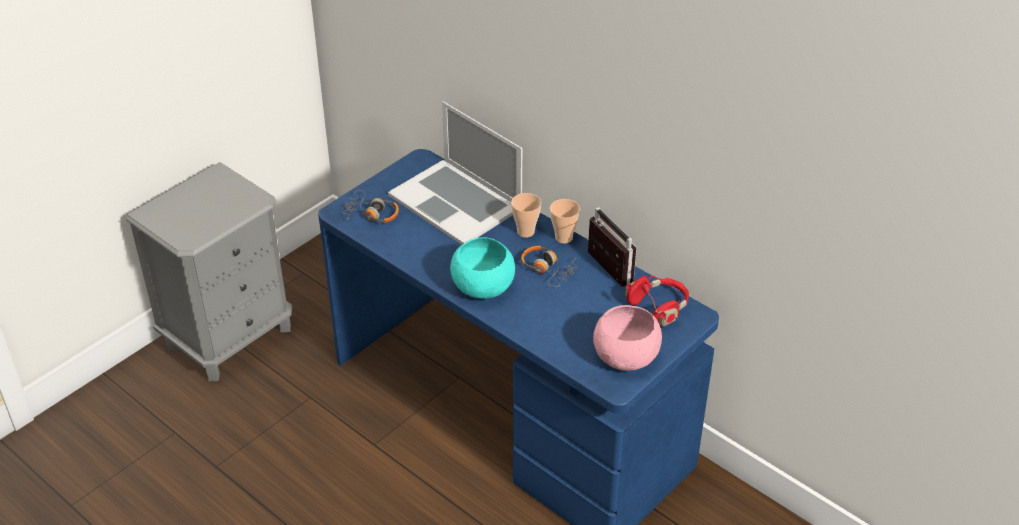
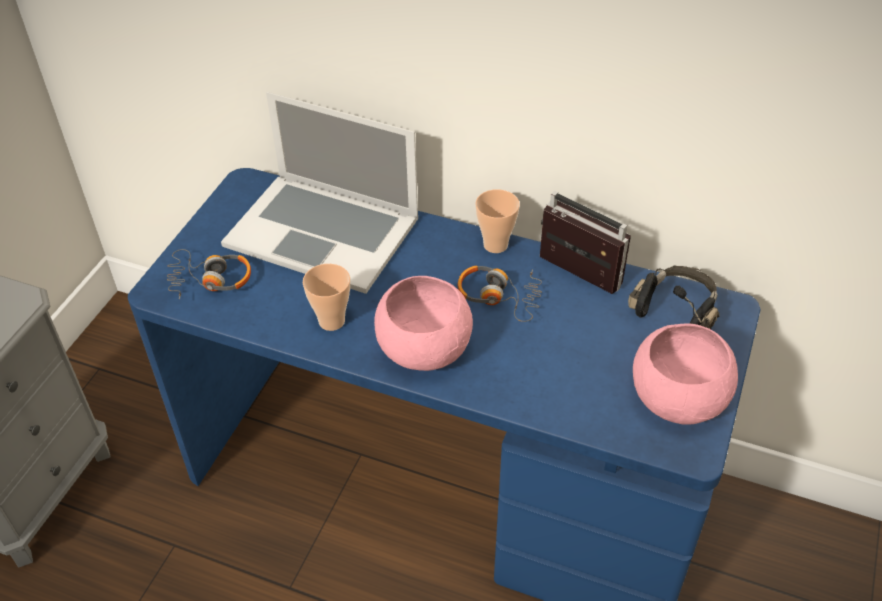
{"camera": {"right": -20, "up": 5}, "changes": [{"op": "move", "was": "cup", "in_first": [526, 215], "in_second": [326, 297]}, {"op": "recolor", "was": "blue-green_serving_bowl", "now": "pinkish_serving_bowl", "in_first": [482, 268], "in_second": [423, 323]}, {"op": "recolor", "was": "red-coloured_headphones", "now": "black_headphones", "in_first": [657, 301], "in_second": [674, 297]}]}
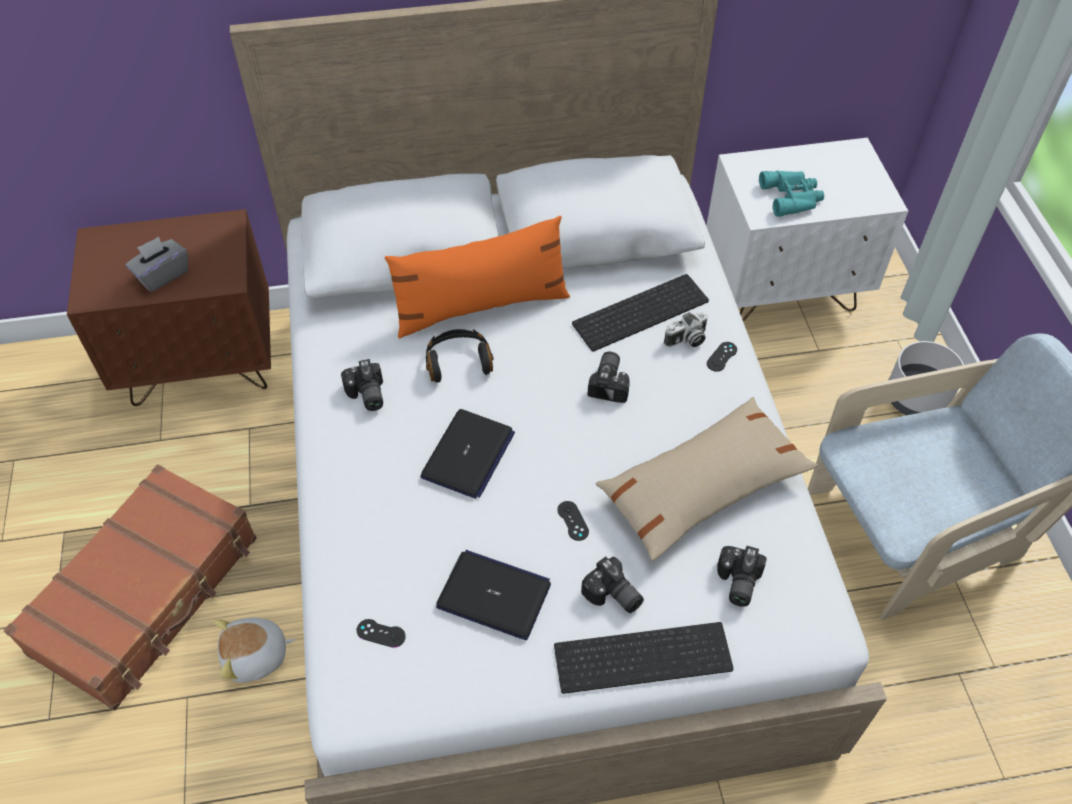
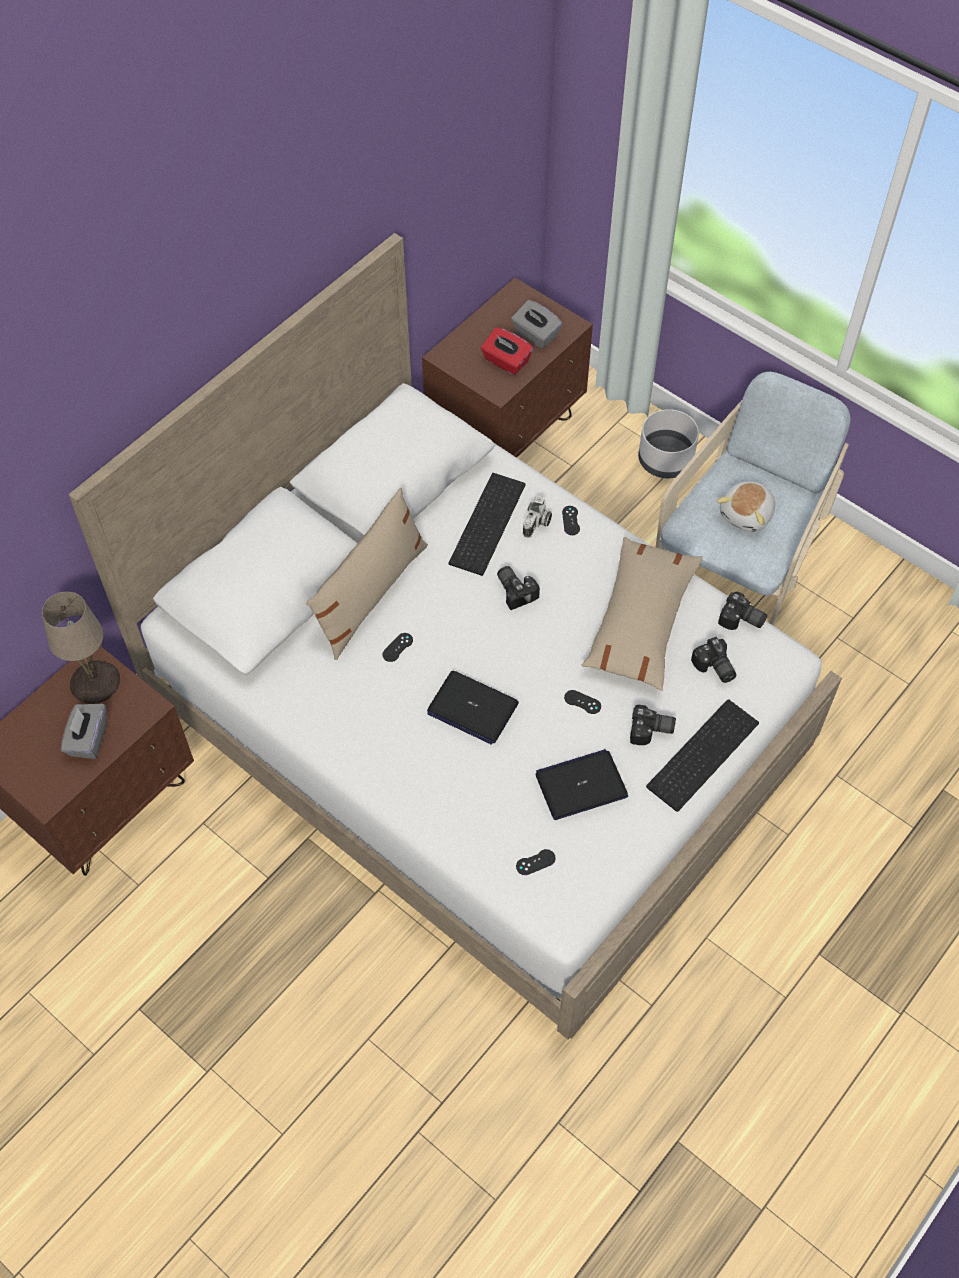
{"camera": {"right": -40, "up": 5}, "changes": [{"op": "insert", "now": "sand-coloured_tabletop_lamp", "in_second": [81, 648]}, {"op": "recolor", "was": "orange_pillow", "now": "sand-coloured_pillow", "in_first": [477, 277], "in_second": [367, 574]}, {"op": "replace", "was": "black_headphones", "now": "black_gamepad", "in_first": [460, 356], "in_second": [397, 647]}, {"op": "recolor", "was": "white-coloured_night_table", "now": "brown_night_table", "in_first": [807, 230], "in_second": [507, 368]}, {"op": "rotate", "was": "laptop", "in_first": [467, 454], "in_second": [473, 708], "clockwise": 135}, {"op": "replace", "was": "blue-green_field_glasses", "now": "red-coloured_tissue_holder", "in_first": [791, 194], "in_second": [507, 351]}, {"op": "insert", "now": "greyish_tissue_holder", "in_second": [536, 324]}, {"op": "move", "was": "soft_toy", "in_first": [254, 650], "in_second": [746, 506]}, {"op": "move", "was": "photo_camera", "in_first": [362, 385], "in_second": [742, 611]}, {"op": "delete", "was": "brown_suitcase", "in_first": [130, 587]}]}
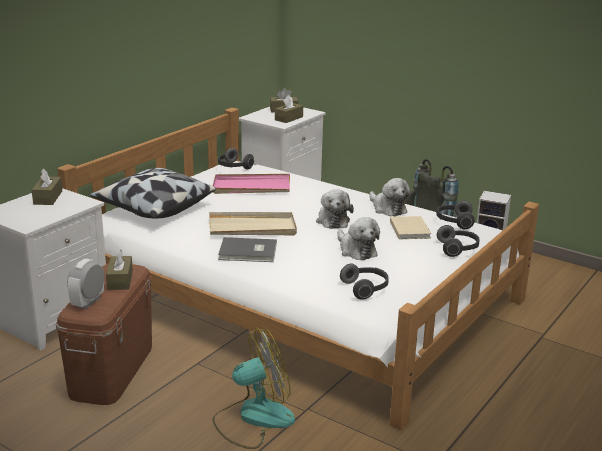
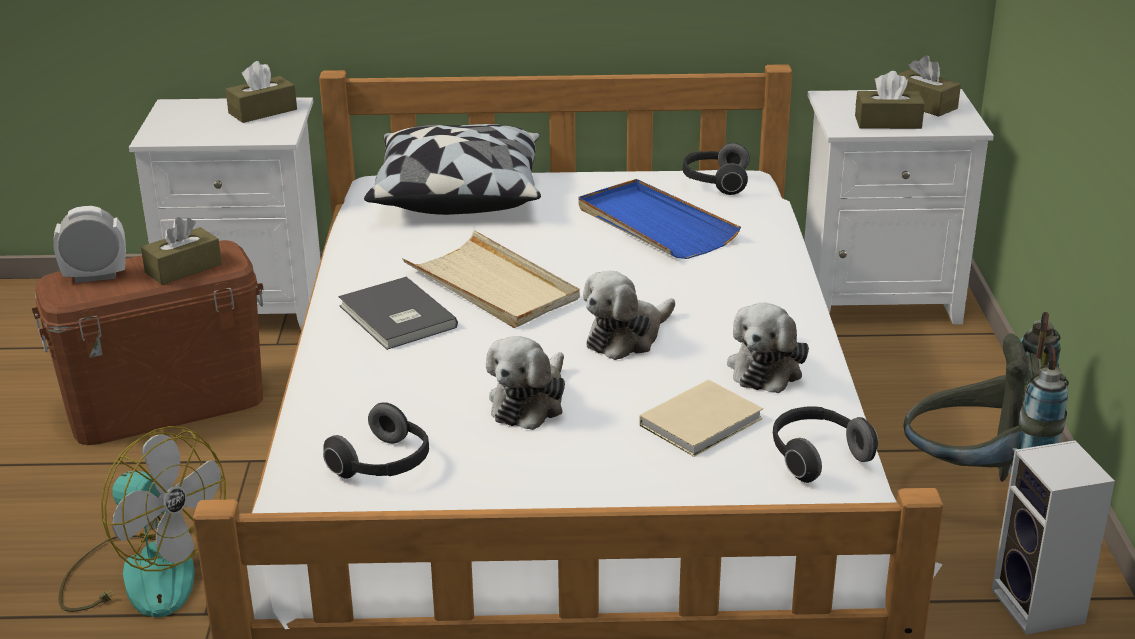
{"camera": {"right": 55, "up": 5}, "changes": [{"op": "recolor", "was": "pinkish_carrying_tray", "now": "blue-coloured_carrying_tray", "in_first": [251, 184], "in_second": [659, 219]}, {"op": "delete", "was": "headphones", "in_first": [458, 241]}]}
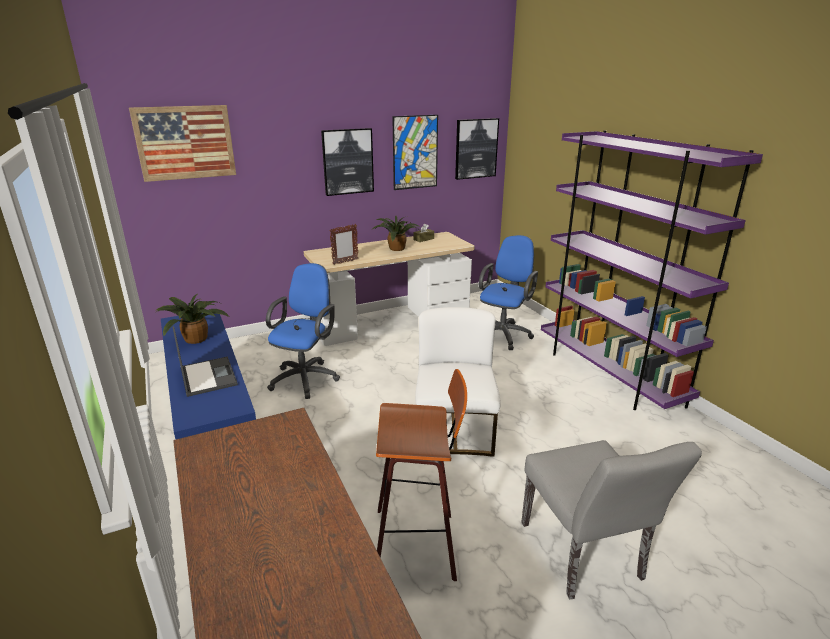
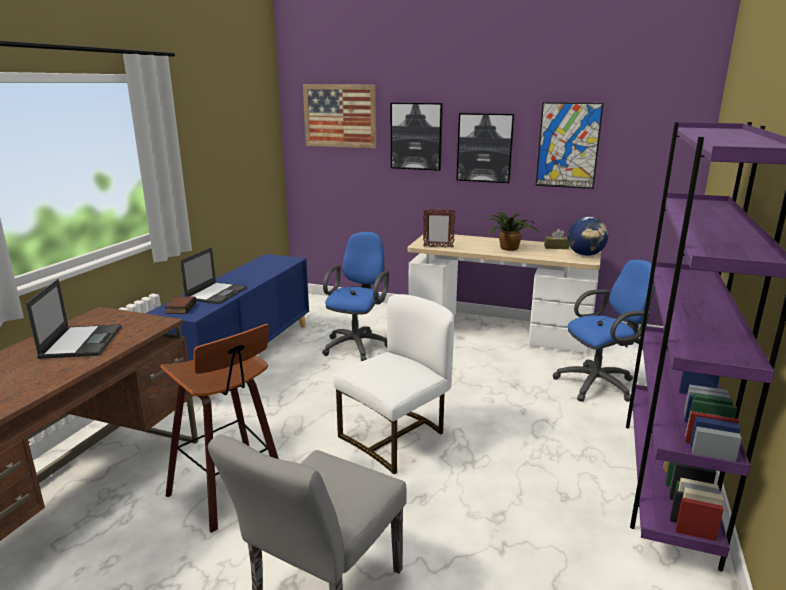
{"camera": {"right": 45, "up": -5}, "changes": [{"op": "insert", "now": "laptop", "in_second": [73, 319]}, {"op": "insert", "now": "volume", "in_second": [180, 305]}, {"op": "rotate", "was": "blue-coloured_office_chair", "in_first": [303, 331], "in_second": [355, 296], "clockwise": -45}, {"op": "move", "was": "wall_art", "in_first": [477, 149], "in_second": [417, 137]}, {"op": "insert", "now": "globe", "in_second": [587, 236]}, {"op": "delete", "was": "potted_plant", "in_first": [192, 319]}]}
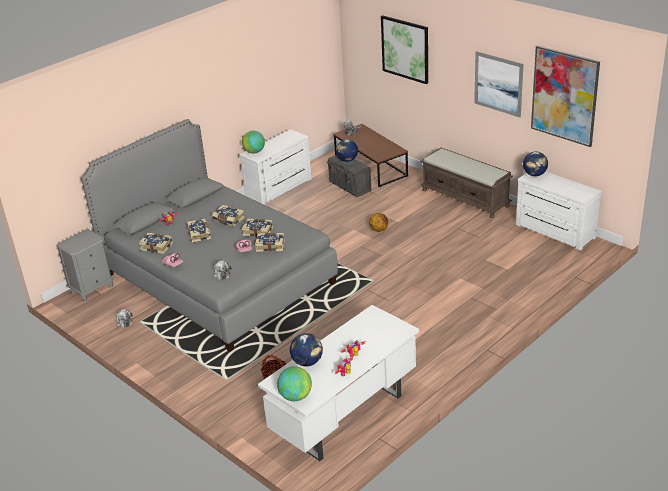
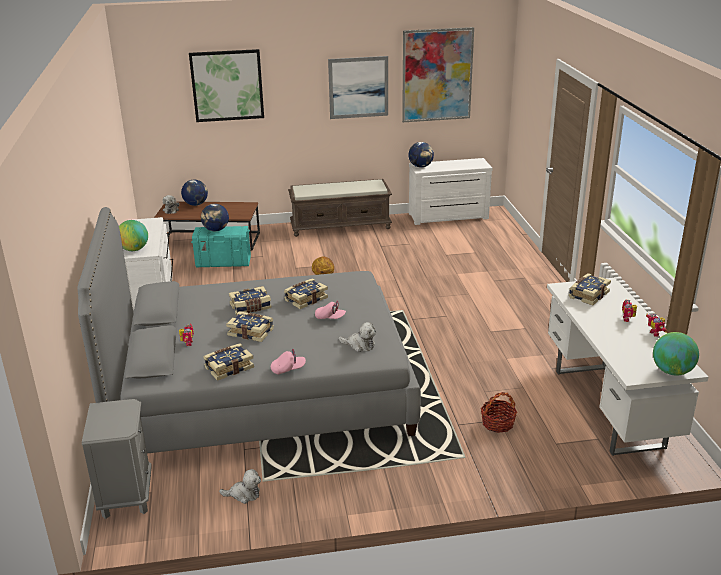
{"camera": {"right": -55, "up": -5}, "changes": [{"op": "move", "was": "globe", "in_first": [306, 350], "in_second": [194, 193]}, {"op": "recolor", "was": "greyish_storage_box", "now": "blue-green_storage_box", "in_first": [349, 176], "in_second": [221, 246]}, {"op": "move", "was": "volume", "in_first": [270, 242], "in_second": [590, 289]}]}
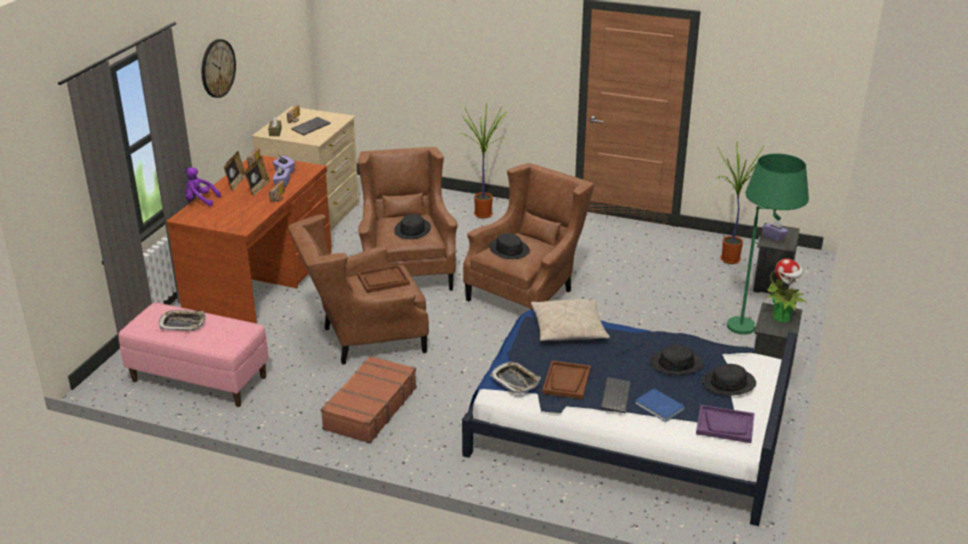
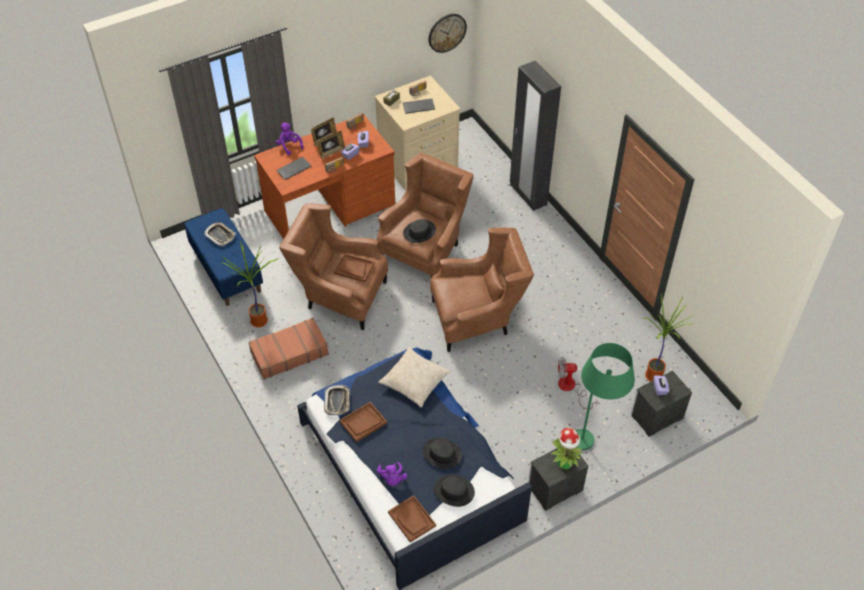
{"camera": {"right": 40, "up": 20}, "changes": [{"op": "recolor", "was": "pinkish_bench", "now": "blue-coloured_bench", "in_first": [193, 354], "in_second": [224, 257]}, {"op": "move", "was": "potted_plant", "in_first": [484, 161], "in_second": [250, 284]}, {"op": "move", "was": "PC_keyboard", "in_first": [616, 395], "in_second": [293, 168]}, {"op": "replace", "was": "blue-coloured_volume", "now": "purplish_soft_toy", "in_first": [660, 405], "in_second": [392, 474]}, {"op": "recolor", "was": "purplish_carrying_tray", "now": "brown_carrying_tray", "in_first": [725, 424], "in_second": [412, 518]}, {"op": "move", "was": "wall_clock", "in_first": [219, 68], "in_second": [448, 33]}, {"op": "insert", "now": "black_wardrobe", "in_second": [535, 136]}, {"op": "insert", "now": "electric_fan", "in_second": [577, 383]}, {"op": "delete", "was": "black_wearable_hat", "in_first": [509, 246]}]}
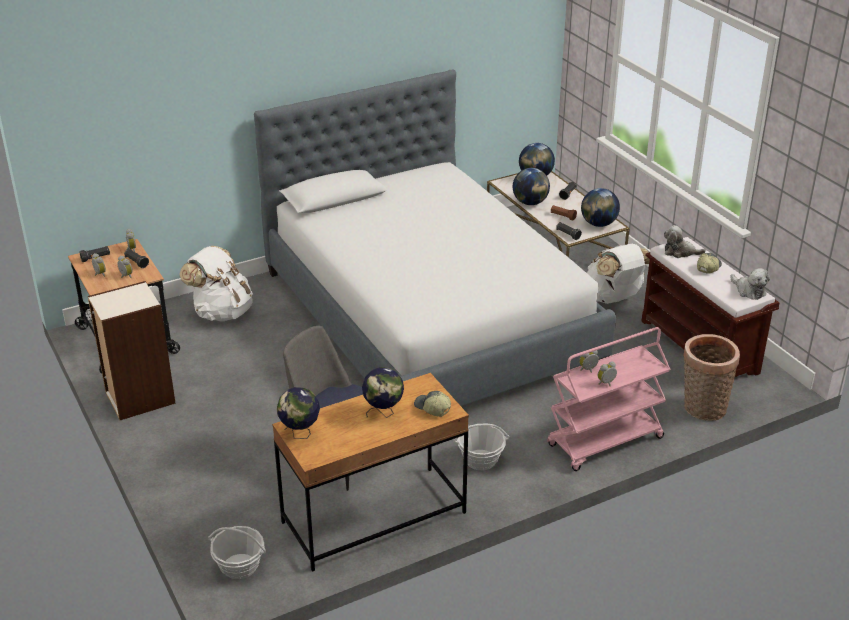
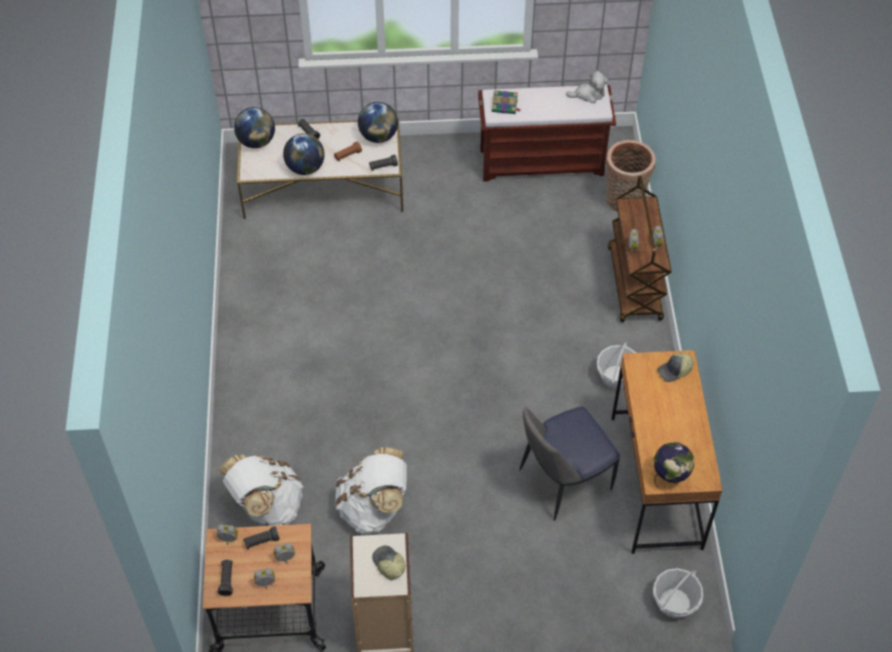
{"camera": {"right": -65, "up": 20}, "changes": [{"op": "move", "was": "white-coloured_backpack", "in_first": [618, 274], "in_second": [371, 490]}, {"op": "move", "was": "baseball_cap", "in_first": [709, 263], "in_second": [388, 563]}, {"op": "replace", "was": "soft_toy", "now": "volume", "in_first": [685, 241], "in_second": [506, 102]}, {"op": "recolor", "was": "pinkish_trolley", "now": "brown_trolley", "in_first": [609, 399], "in_second": [640, 249]}, {"op": "delete", "was": "bed", "in_first": [435, 238]}, {"op": "delete", "was": "globe", "in_first": [383, 392]}]}
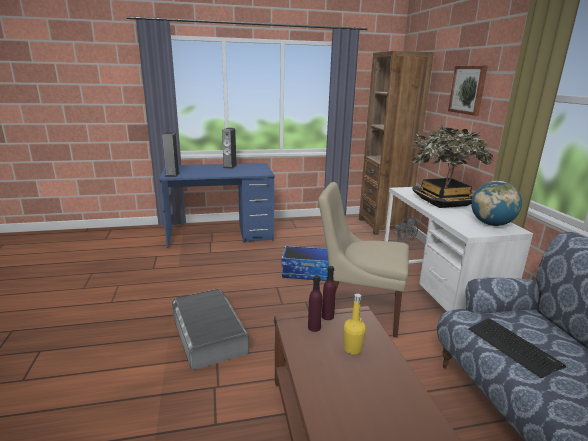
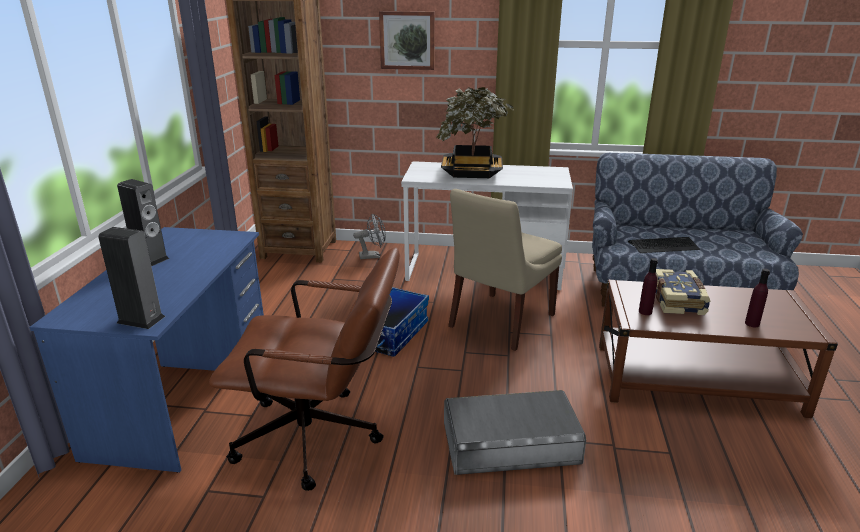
{"camera": {"right": -70, "up": 5}, "changes": [{"op": "insert", "now": "brown_office_chair", "in_second": [304, 369]}, {"op": "replace", "was": "yellow_bottle", "now": "volume", "in_first": [355, 324], "in_second": [683, 292]}, {"op": "move", "was": "purplish_bottle", "in_first": [329, 293], "in_second": [757, 298]}, {"op": "delete", "was": "globe", "in_first": [496, 203]}]}
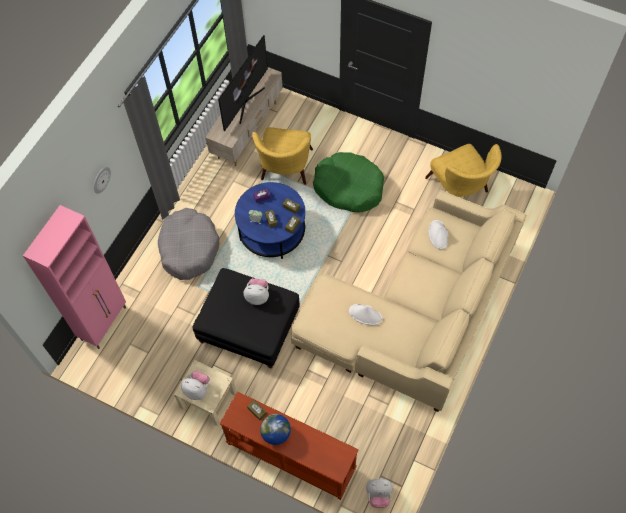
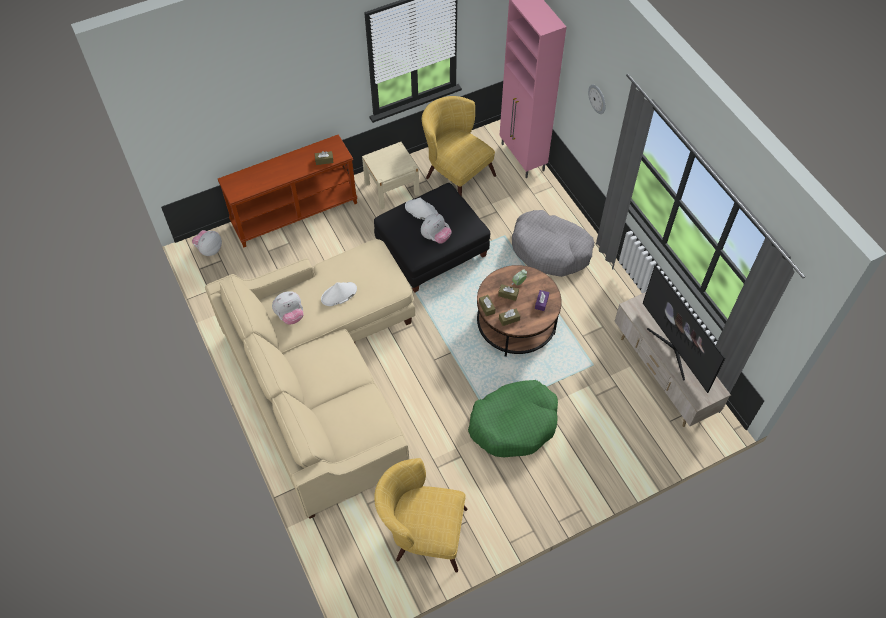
{"camera": {"right": 125, "up": -5}, "changes": [{"op": "move", "was": "soft_toy", "in_first": [195, 385], "in_second": [288, 307]}, {"op": "move", "was": "white-coloured_wearable_hat", "in_first": [438, 234], "in_second": [421, 209]}, {"op": "move", "was": "yellow_easy_chair", "in_first": [282, 156], "in_second": [459, 146]}, {"op": "recolor", "was": "blue-coloured_lounge_table", "now": "brown_lounge_table", "in_first": [270, 220], "in_second": [519, 311]}, {"op": "delete", "was": "globe", "in_first": [275, 429]}]}
